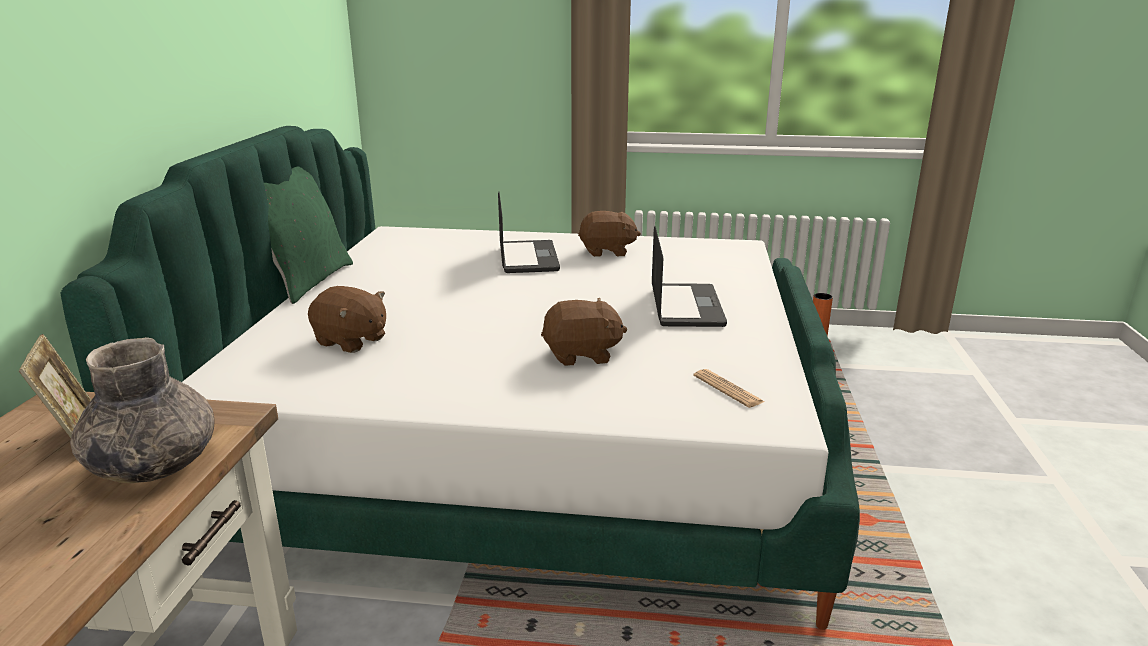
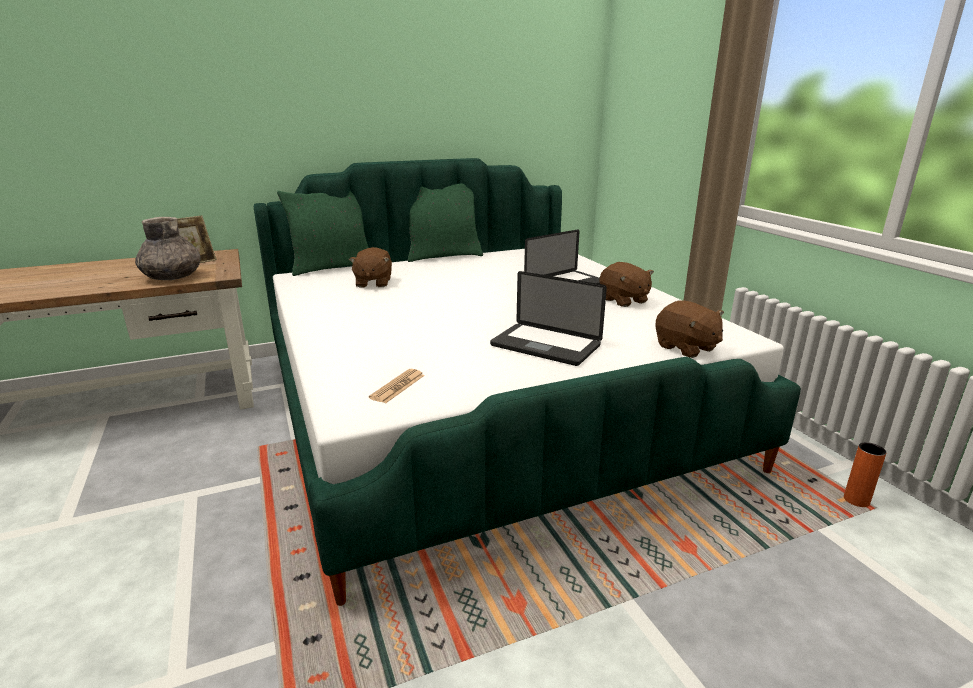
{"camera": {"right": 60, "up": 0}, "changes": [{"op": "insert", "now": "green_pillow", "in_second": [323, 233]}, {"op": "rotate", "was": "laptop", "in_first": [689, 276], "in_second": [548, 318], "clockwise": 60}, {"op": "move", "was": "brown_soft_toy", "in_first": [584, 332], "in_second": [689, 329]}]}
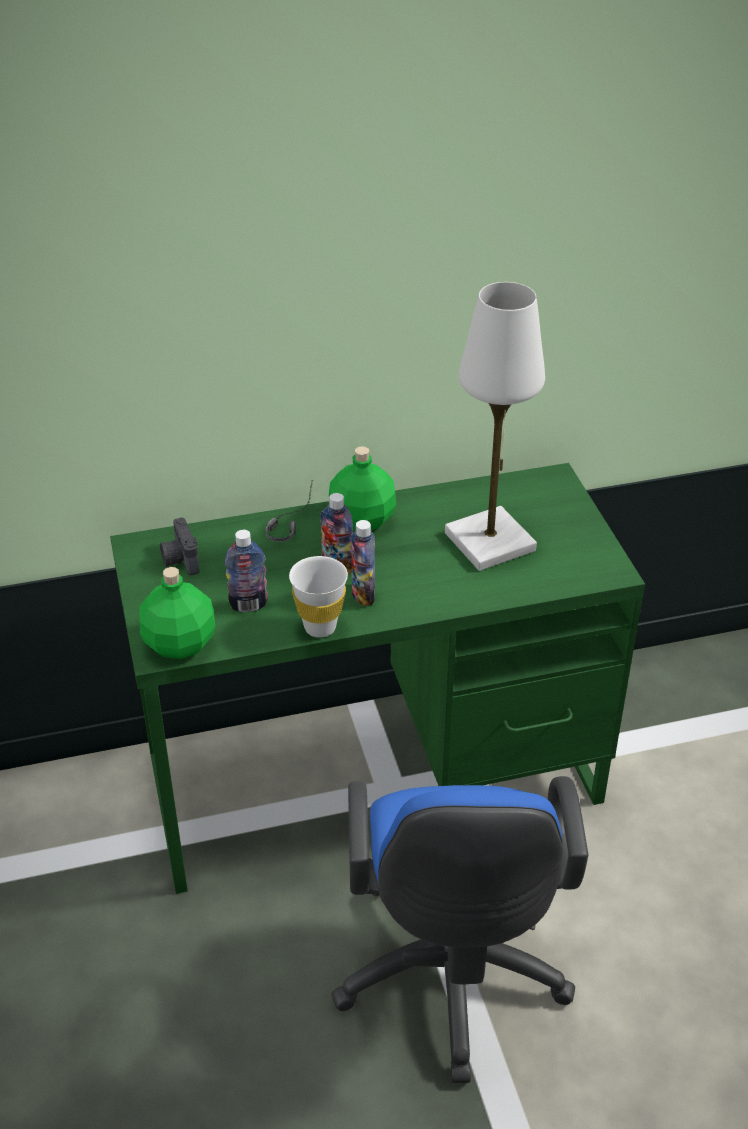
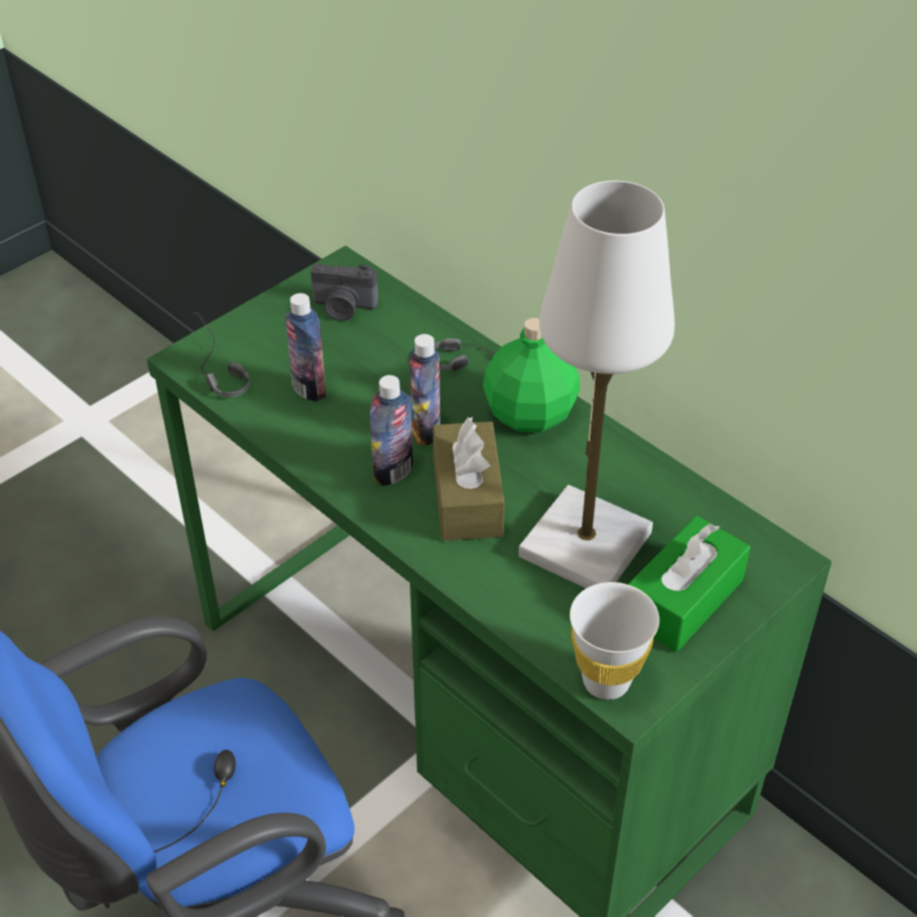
{"camera": {"right": 60, "up": 5}, "changes": [{"op": "replace", "was": "green_bottle", "now": "headphones", "in_first": [177, 613], "in_second": [221, 354]}, {"op": "rotate", "was": "photo_camera", "in_first": [180, 546], "in_second": [344, 292], "clockwise": -120}, {"op": "insert", "now": "brown_tissue_holder", "in_second": [469, 479]}, {"op": "move", "was": "white-coloured_cup", "in_first": [318, 597], "in_second": [614, 641]}, {"op": "insert", "now": "green_tissue_holder", "in_second": [689, 584]}]}
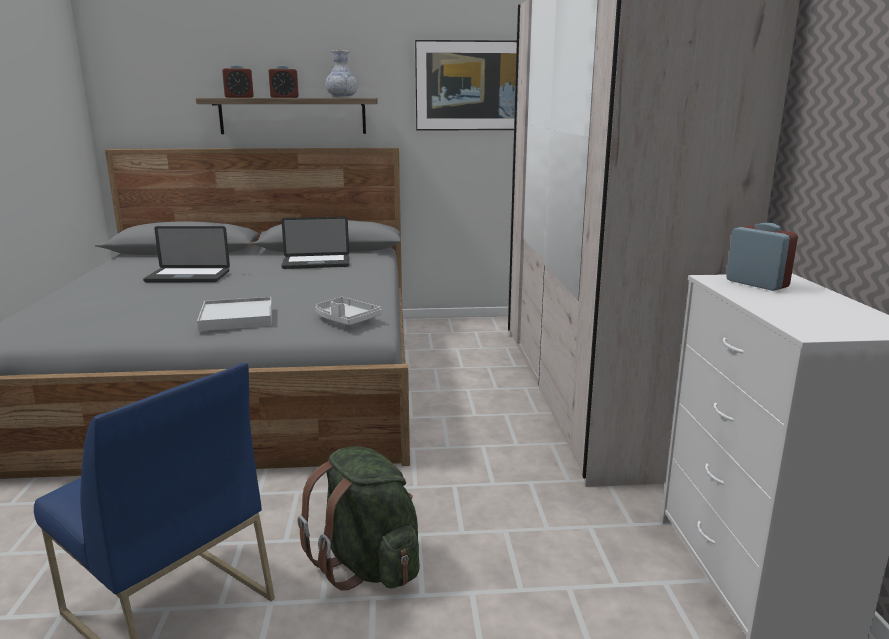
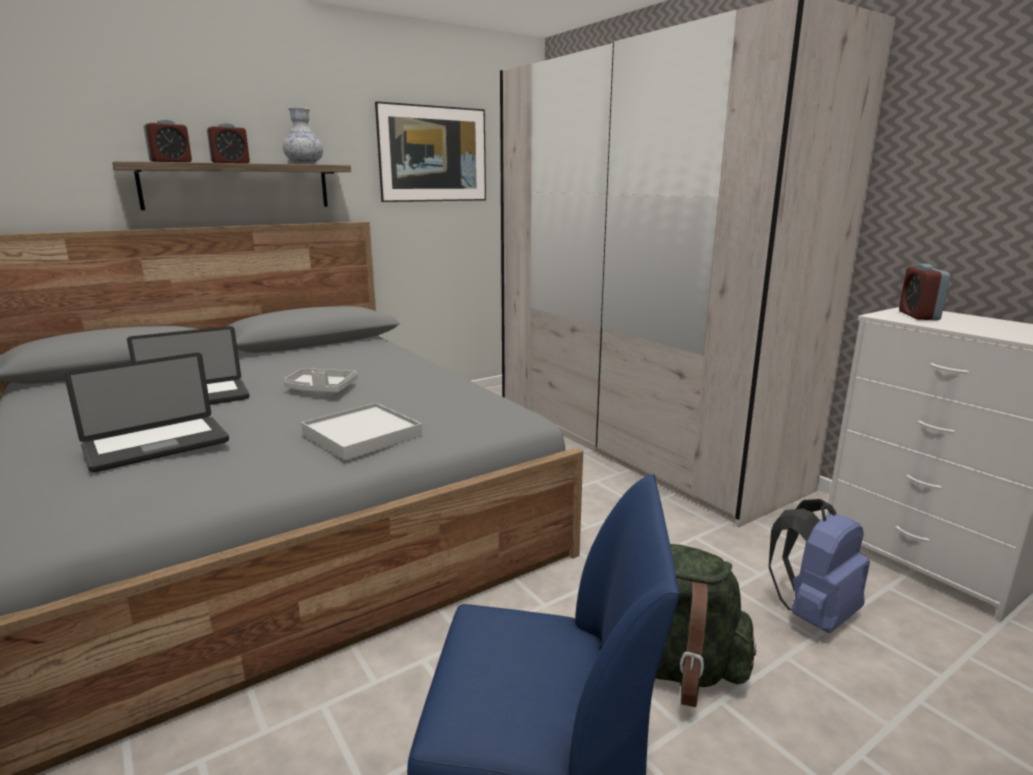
{"camera": {"right": -30, "up": 0}, "changes": [{"op": "move", "was": "laptop", "in_first": [315, 243], "in_second": [146, 413]}, {"op": "move", "was": "greyish_carrying_tray", "in_first": [348, 311], "in_second": [321, 380]}, {"op": "insert", "now": "blue-coloured_backpack", "in_second": [819, 566]}, {"op": "rotate", "was": "alarm_clock", "in_first": [762, 257], "in_second": [924, 292], "clockwise": -105}]}
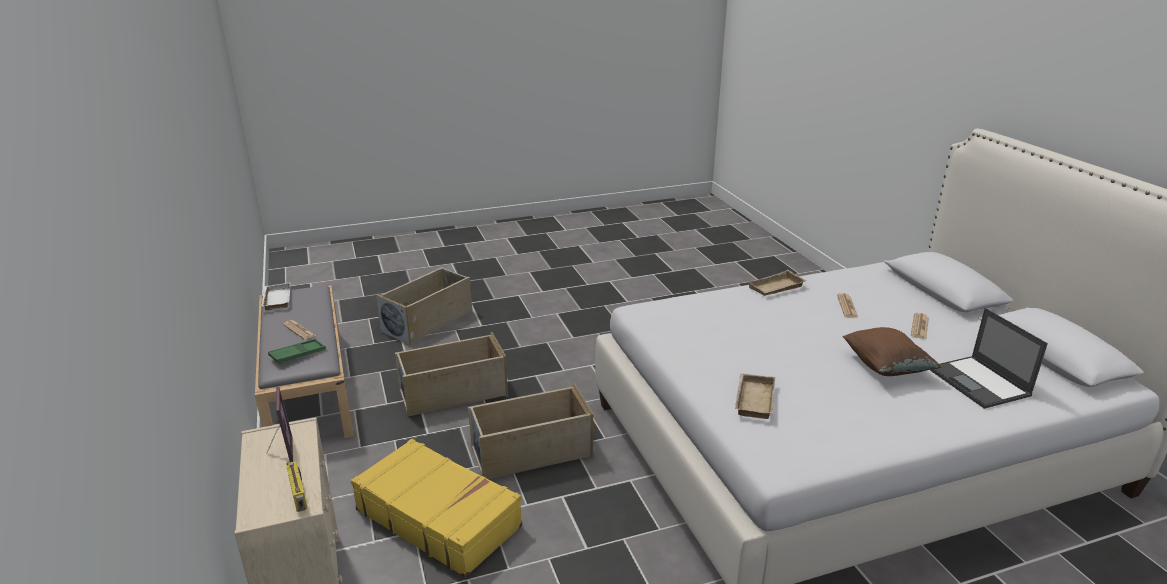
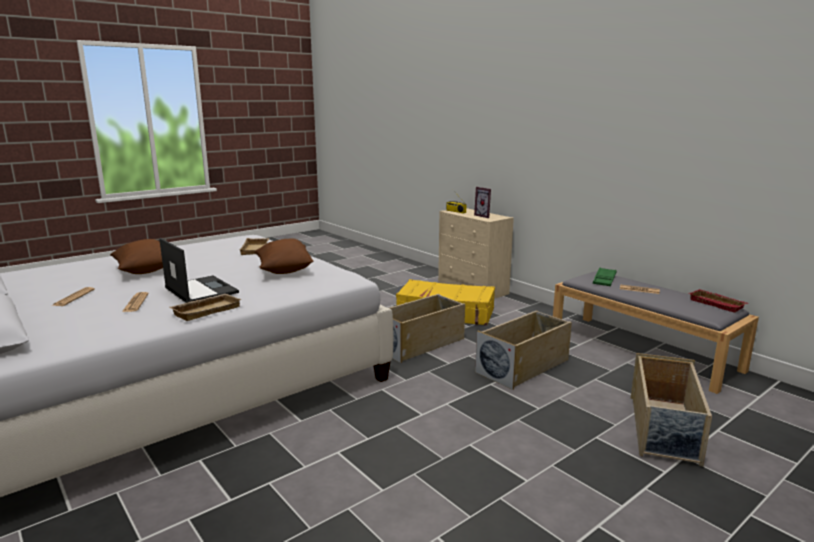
{"camera": {"right": 160, "up": -10}, "changes": [{"op": "move", "was": "laptop", "in_first": [989, 358], "in_second": [199, 270]}, {"op": "insert", "now": "brown_pillow", "in_second": [284, 256]}, {"op": "recolor", "was": "white-coloured_carrying_tray", "now": "red-coloured_carrying_tray", "in_first": [276, 296], "in_second": [718, 301]}]}
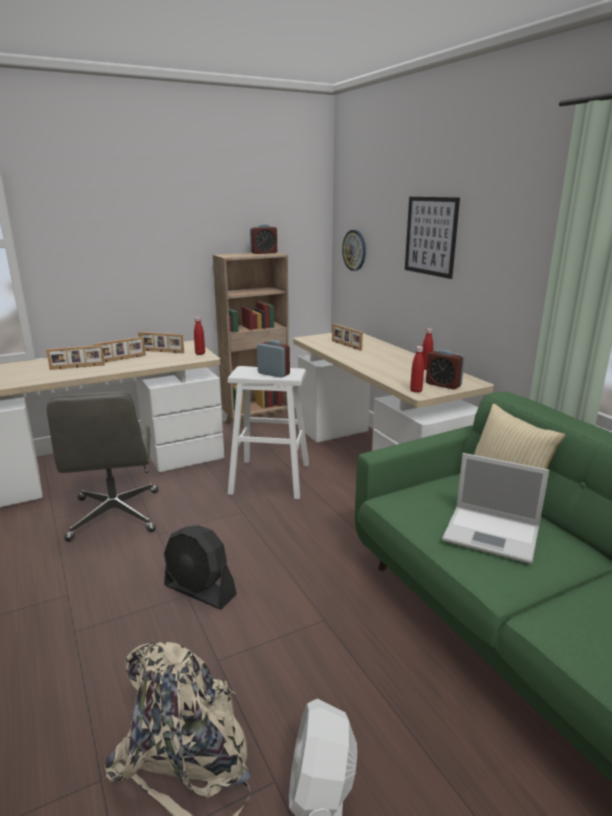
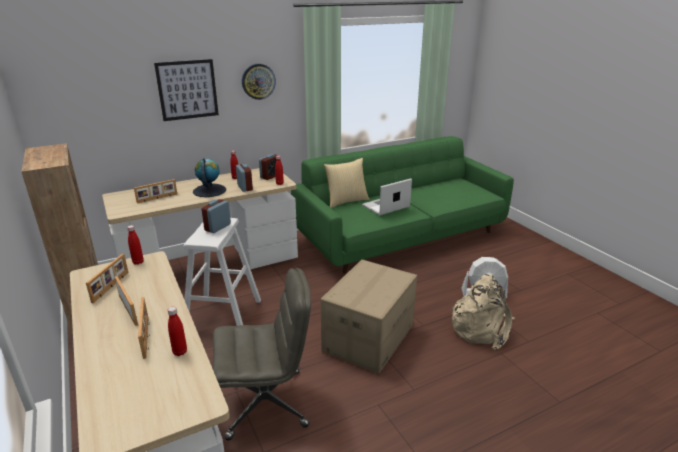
{"camera": {"right": -90, "up": 5}, "changes": [{"op": "insert", "now": "red-coloured_bottle", "in_second": [177, 331]}, {"op": "insert", "now": "globe", "in_second": [209, 177]}, {"op": "move", "was": "alarm_clock", "in_first": [263, 239], "in_second": [244, 178]}, {"op": "move", "was": "wall_clock", "in_first": [354, 250], "in_second": [259, 82]}, {"op": "replace", "was": "black_electric_fan", "now": "cardboard_box", "in_first": [200, 567], "in_second": [369, 317]}, {"op": "rotate", "was": "laptop", "in_first": [495, 508], "in_second": [387, 197], "clockwise": -150}]}
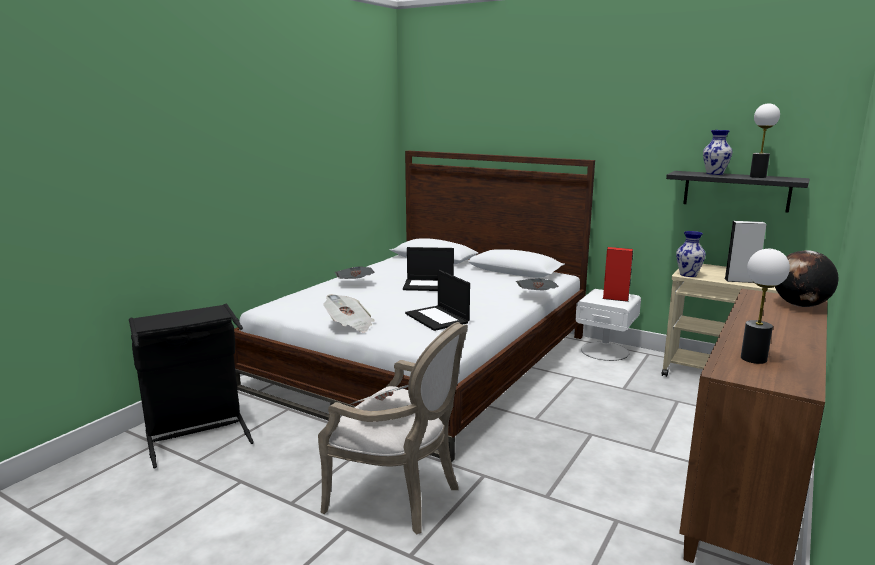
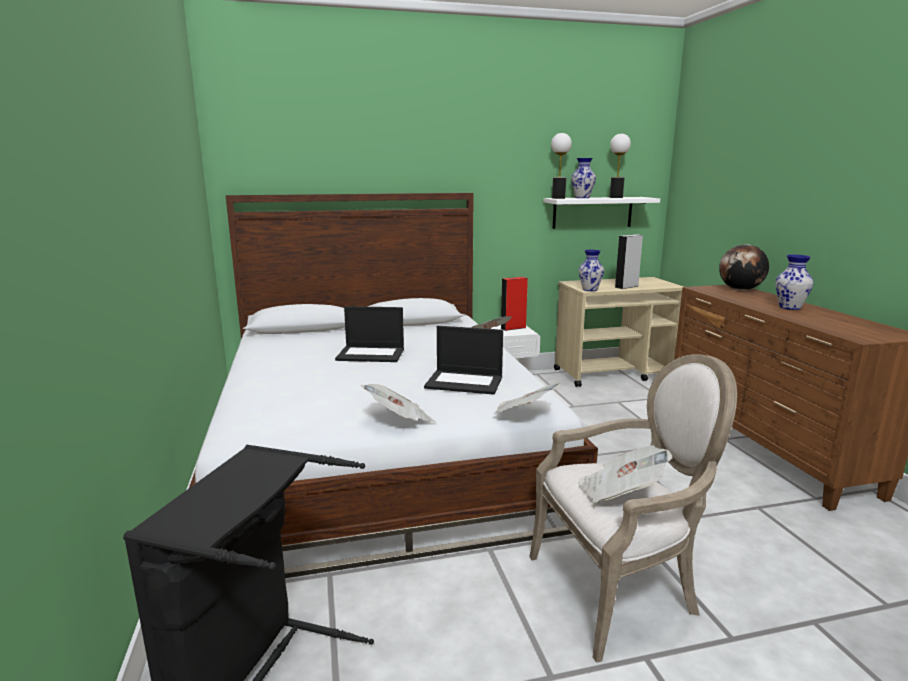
{"camera": {"right": -45, "up": 0}, "changes": [{"op": "rotate", "was": "laptop", "in_first": [428, 269], "in_second": [369, 334], "clockwise": 45}, {"op": "move", "was": "printed_paper", "in_first": [355, 272], "in_second": [527, 397]}, {"op": "recolor", "was": "black_wall_shelf", "now": "white-coloured_wall_shelf", "in_first": [738, 192], "in_second": [601, 213]}, {"op": "move", "was": "tabletop_lamp", "in_first": [765, 306], "in_second": [561, 166]}, {"op": "insert", "now": "vase", "in_second": [794, 282]}]}
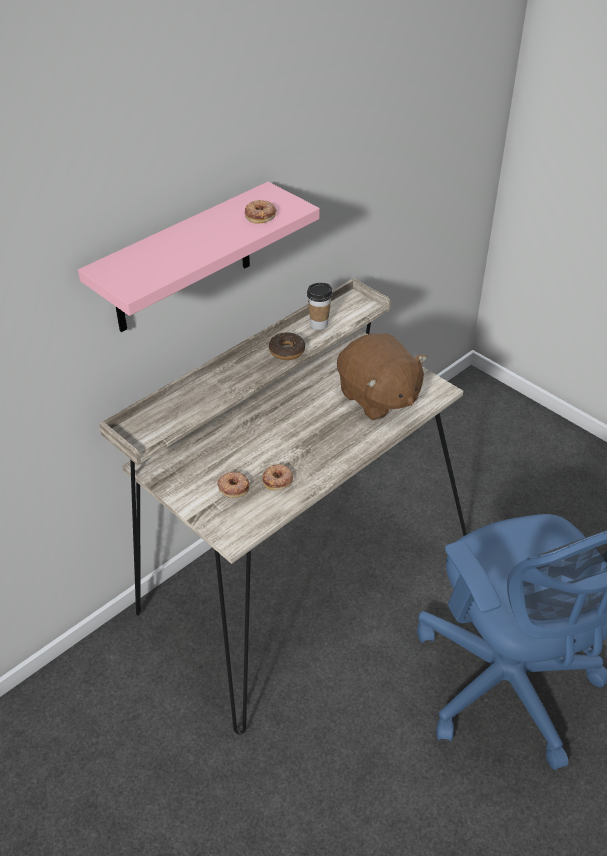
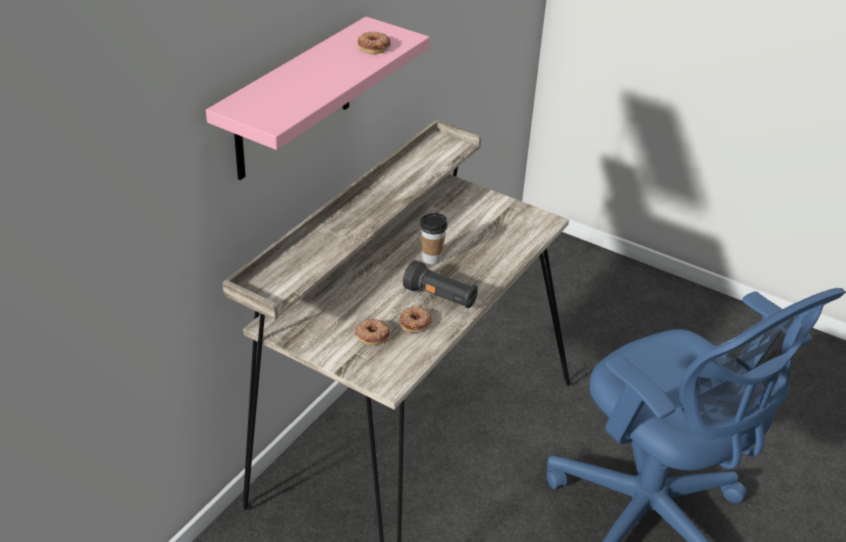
{"camera": {"right": -15, "up": -5}, "changes": [{"op": "insert", "now": "black_torch", "in_second": [440, 284]}, {"op": "move", "was": "cup", "in_first": [319, 306], "in_second": [433, 238]}, {"op": "delete", "was": "ring_doughnut", "in_first": [287, 346]}, {"op": "delete", "was": "brown_soft_toy", "in_first": [382, 376]}]}
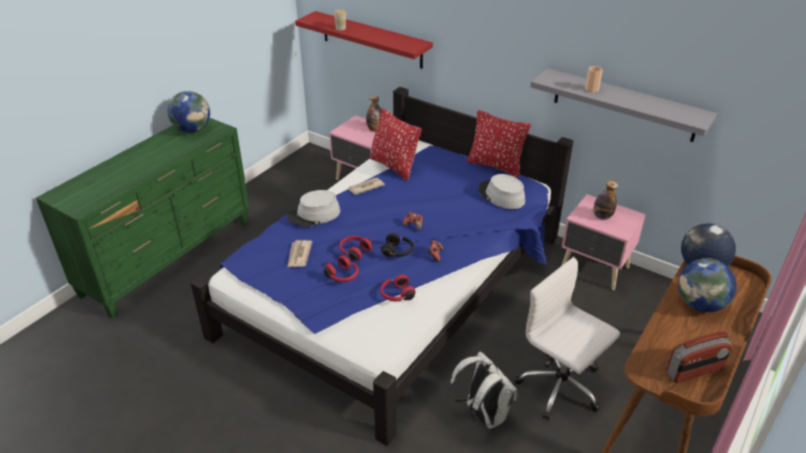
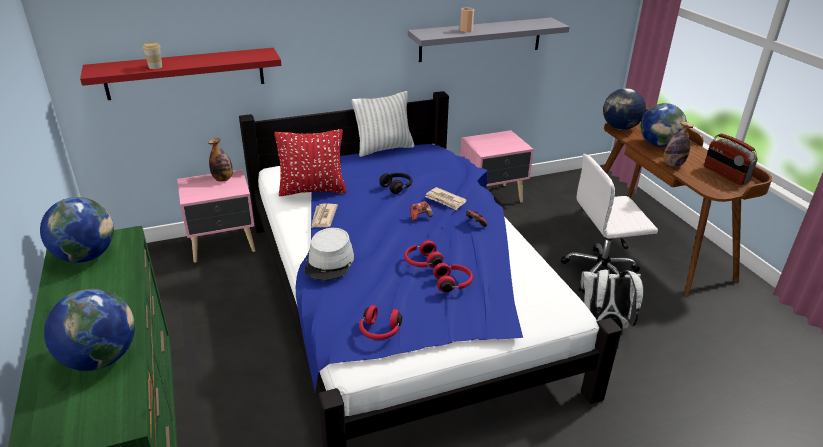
{"camera": {"right": -55, "up": -5}, "changes": [{"op": "insert", "now": "globe", "in_second": [89, 330]}, {"op": "recolor", "was": "red-coloured_pillow", "now": "white-coloured_pillow", "in_first": [499, 143], "in_second": [383, 124]}, {"op": "move", "was": "red-coloured_headphones", "in_first": [398, 288], "in_second": [380, 322]}, {"op": "move", "was": "black_headphones", "in_first": [397, 245], "in_second": [396, 183]}, {"op": "move", "was": "printed_paper", "in_first": [299, 254], "in_second": [446, 198]}, {"op": "move", "was": "bottle", "in_first": [605, 200], "in_second": [678, 144]}, {"op": "rotate", "was": "radio_set", "in_first": [699, 357], "in_second": [730, 159], "clockwise": 135}, {"op": "delete", "was": "greyish_wearable_hat", "in_first": [501, 191]}]}
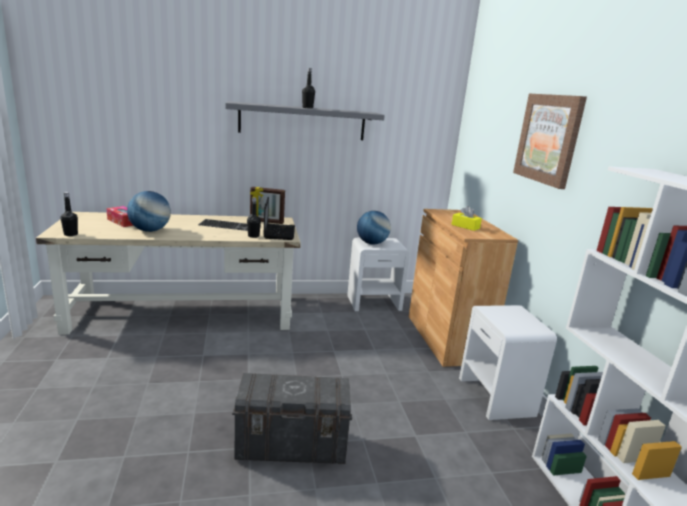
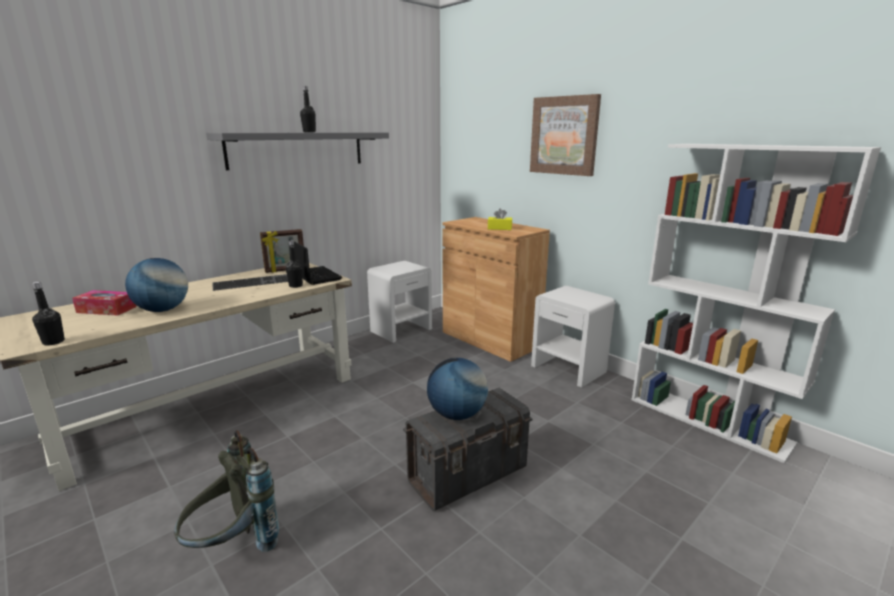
{"camera": {"right": -30, "up": 0}, "changes": [{"op": "insert", "now": "greyish_backpack", "in_second": [226, 491]}, {"op": "move", "was": "globe", "in_first": [374, 227], "in_second": [457, 389]}]}
